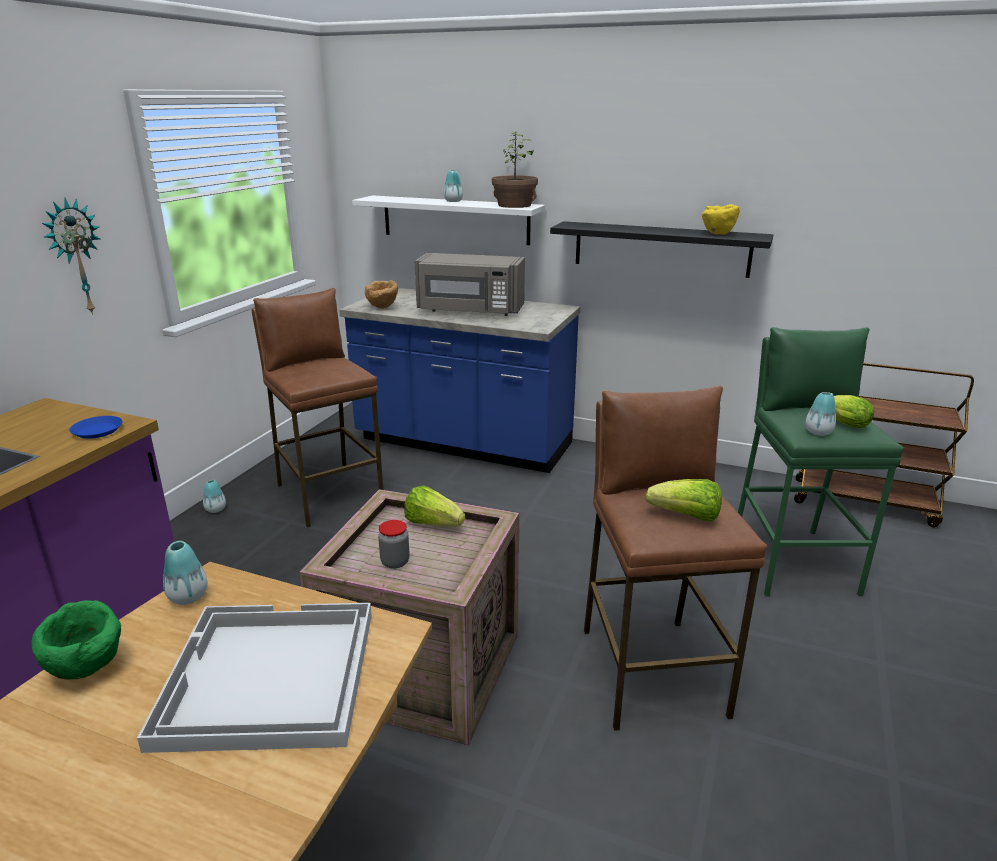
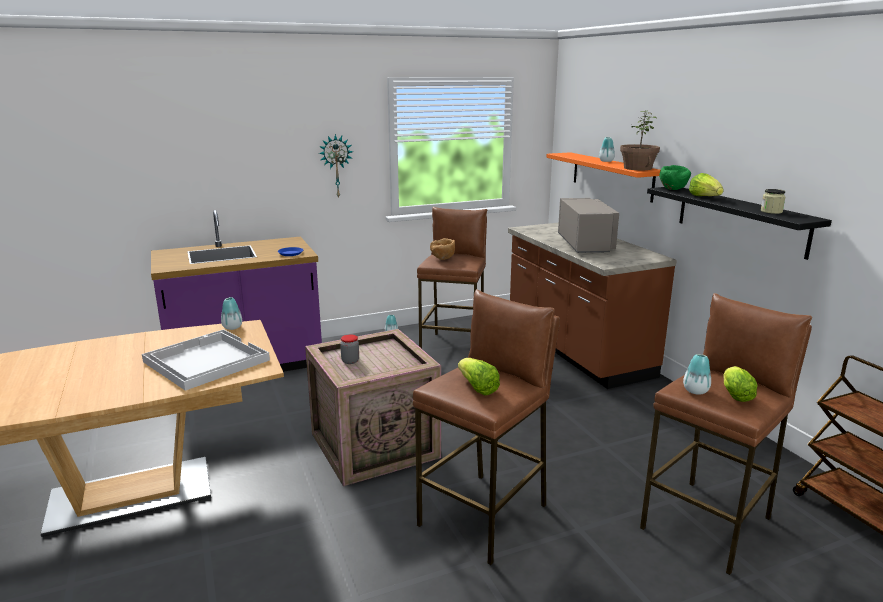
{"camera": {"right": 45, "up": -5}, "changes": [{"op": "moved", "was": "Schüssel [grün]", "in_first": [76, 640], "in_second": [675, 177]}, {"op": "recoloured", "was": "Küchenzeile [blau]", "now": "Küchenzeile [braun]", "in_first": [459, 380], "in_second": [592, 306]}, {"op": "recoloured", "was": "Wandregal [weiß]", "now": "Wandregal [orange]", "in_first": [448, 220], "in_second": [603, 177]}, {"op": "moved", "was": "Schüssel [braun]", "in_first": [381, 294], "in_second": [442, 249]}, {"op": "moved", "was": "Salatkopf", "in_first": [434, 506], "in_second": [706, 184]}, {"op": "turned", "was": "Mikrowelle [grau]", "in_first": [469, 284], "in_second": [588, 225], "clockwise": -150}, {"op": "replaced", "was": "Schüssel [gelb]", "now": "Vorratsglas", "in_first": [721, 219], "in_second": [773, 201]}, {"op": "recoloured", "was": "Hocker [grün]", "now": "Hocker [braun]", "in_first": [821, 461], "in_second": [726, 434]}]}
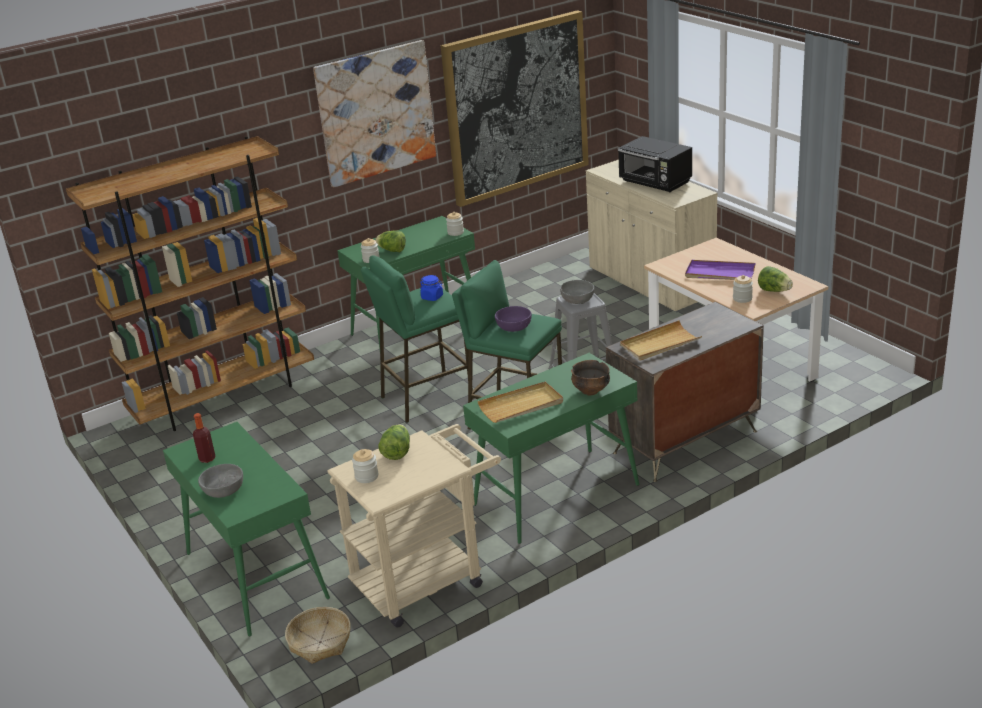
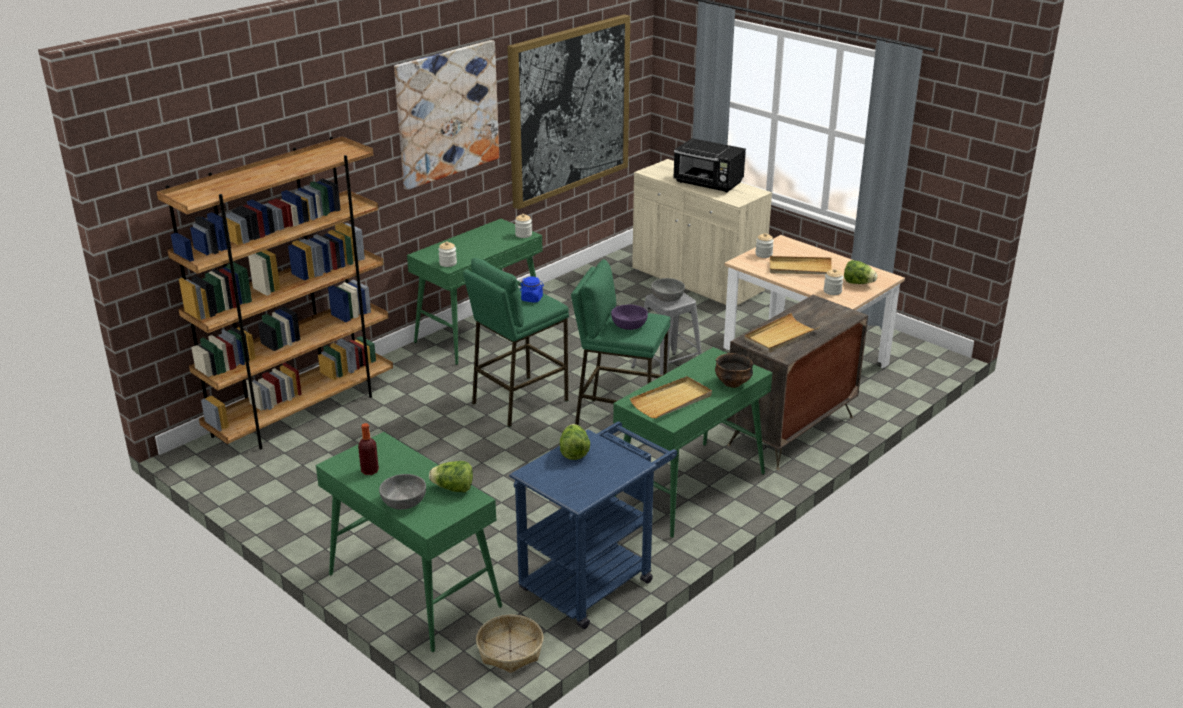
{"camera": {"right": -15, "up": 0}, "changes": [{"op": "recoloured", "was": "Rollwagen [beige]", "now": "Rollwagen [blau]", "in_first": [414, 525], "in_second": [593, 525]}, {"op": "moved", "was": "Vorratsglas", "in_first": [365, 466], "in_second": [764, 245]}, {"op": "moved", "was": "Salatkopf", "in_first": [390, 241], "in_second": [451, 476]}, {"op": "recoloured", "was": "Tablett [lila]", "now": "Tablett [beige]", "in_first": [720, 270], "in_second": [801, 265]}]}
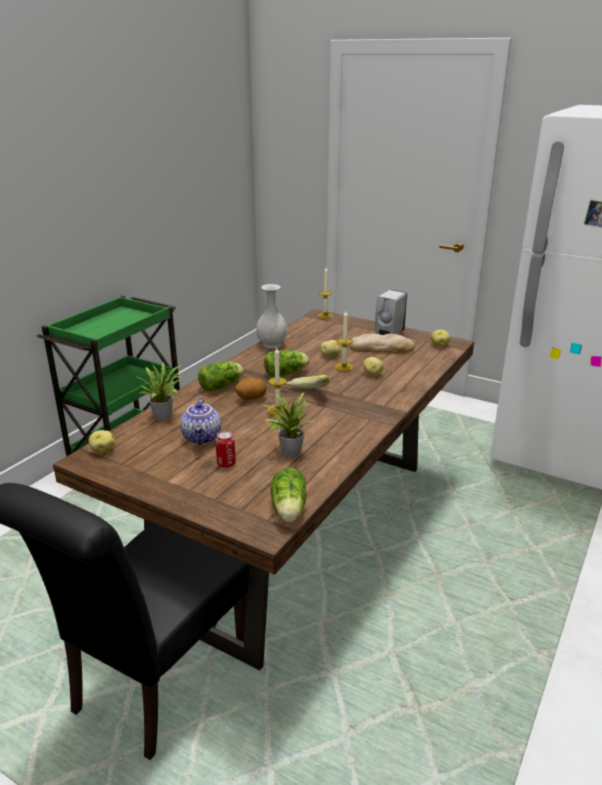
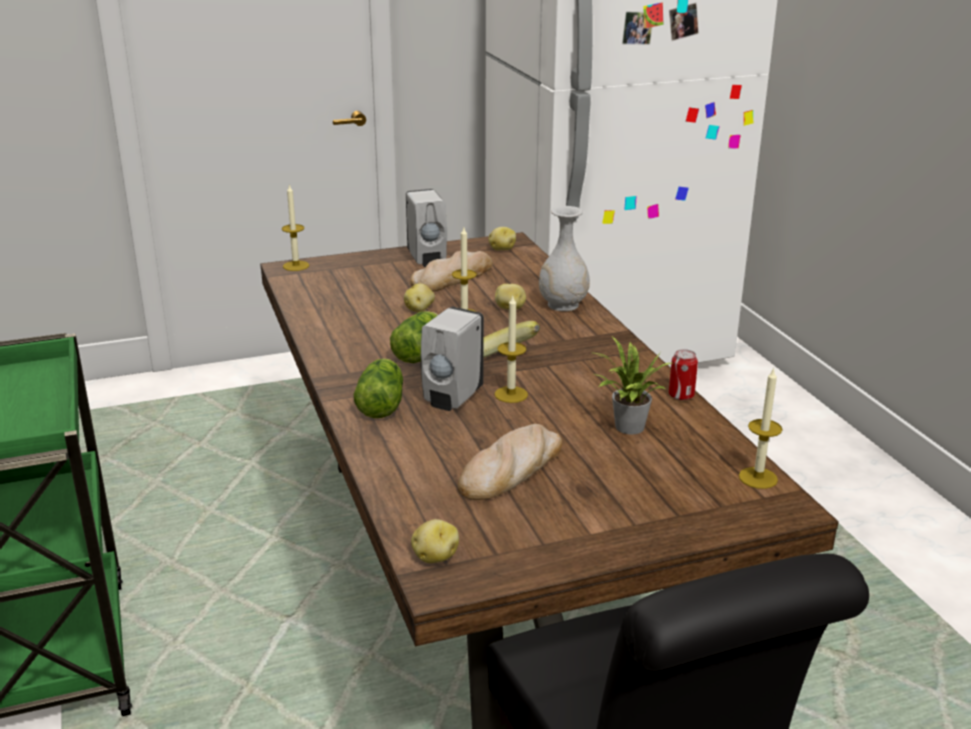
{"camera": {"right": -50, "up": 0}, "changes": [{"op": "removed", "was": "Topfpflanze", "in_first": [158, 391]}, {"op": "replaced", "was": "Teekanne", "now": "Brot", "in_first": [200, 421], "in_second": [510, 462]}, {"op": "moved", "was": "Dose", "in_first": [226, 449], "in_second": [683, 374]}, {"op": "replaced", "was": "Kartoffel", "now": "Seifenspender [weiß]", "in_first": [251, 388], "in_second": [452, 359]}, {"op": "moved", "was": "Vase [weiß]", "in_first": [271, 316], "in_second": [564, 258]}, {"op": "replaced", "was": "Salatkopf", "now": "Kerze", "in_first": [288, 495], "in_second": [761, 428]}]}
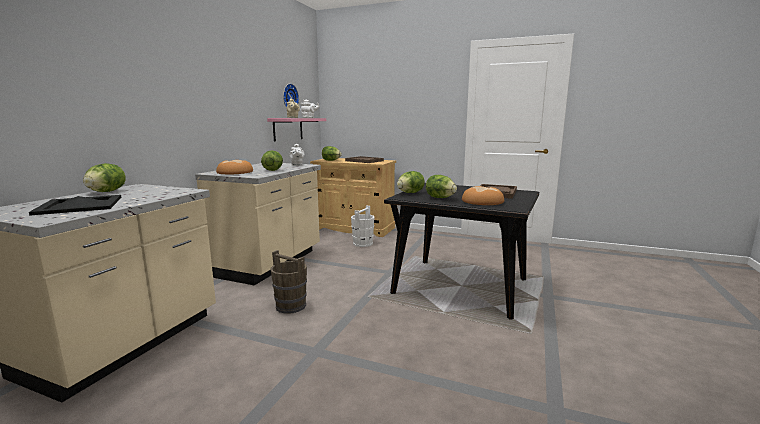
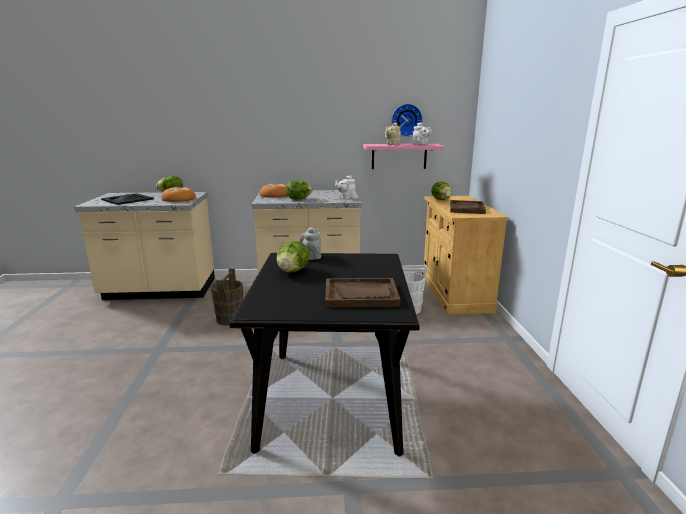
{"camera": {"right": 65, "up": 5}, "changes": [{"op": "replaced", "was": "Salatkopf", "now": "Teekanne [grau]", "in_first": [411, 182], "in_second": [310, 243]}, {"op": "moved", "was": "Brot", "in_first": [483, 195], "in_second": [178, 194]}]}
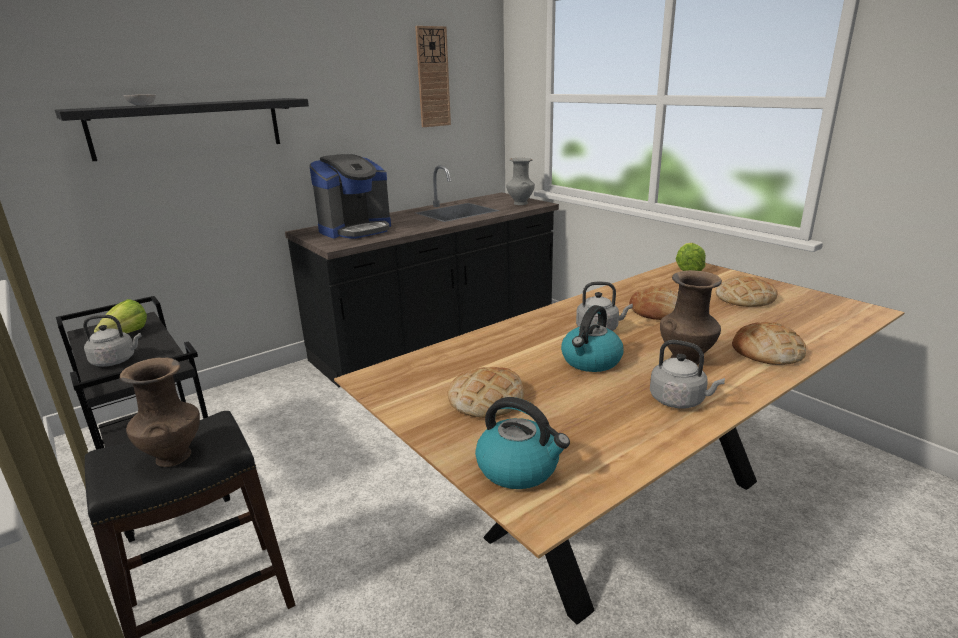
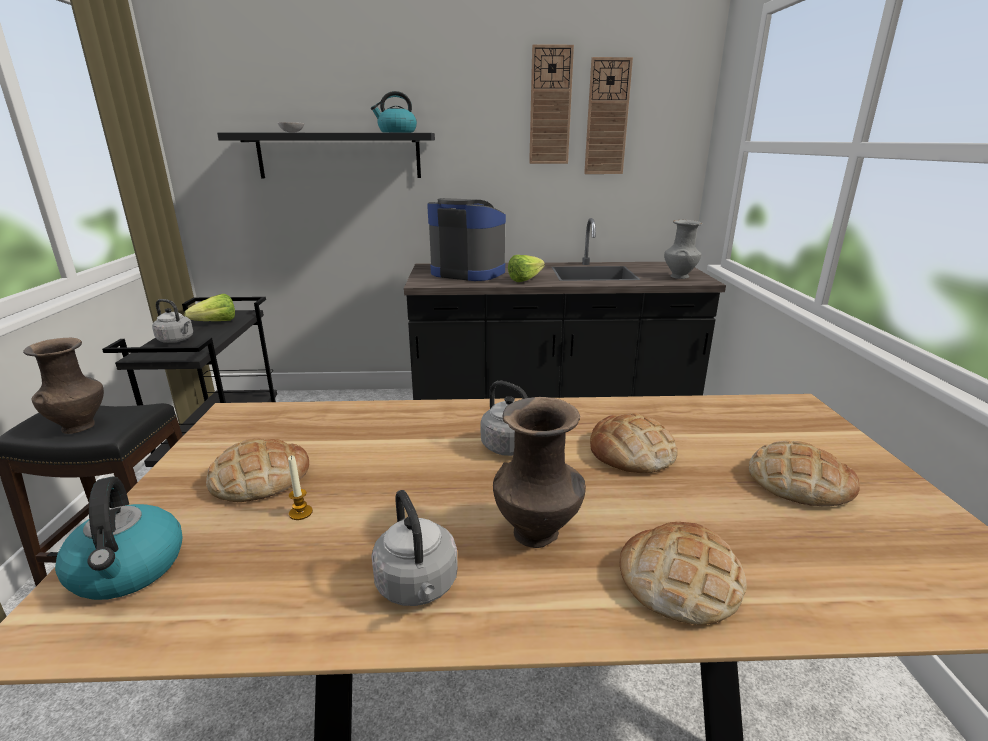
{"camera": {"right": 35, "up": 0}, "changes": [{"op": "turned", "was": "Kaffeemaschine", "in_first": [350, 196], "in_second": [466, 239], "clockwise": -150}, {"op": "moved", "was": "Wasserkessel", "in_first": [592, 338], "in_second": [394, 112]}, {"op": "moved", "was": "Salatkopf", "in_first": [691, 257], "in_second": [526, 268]}, {"op": "added", "now": "Kerze", "in_second": [300, 488]}, {"op": "added", "now": "Wanduhr", "in_second": [551, 104]}]}
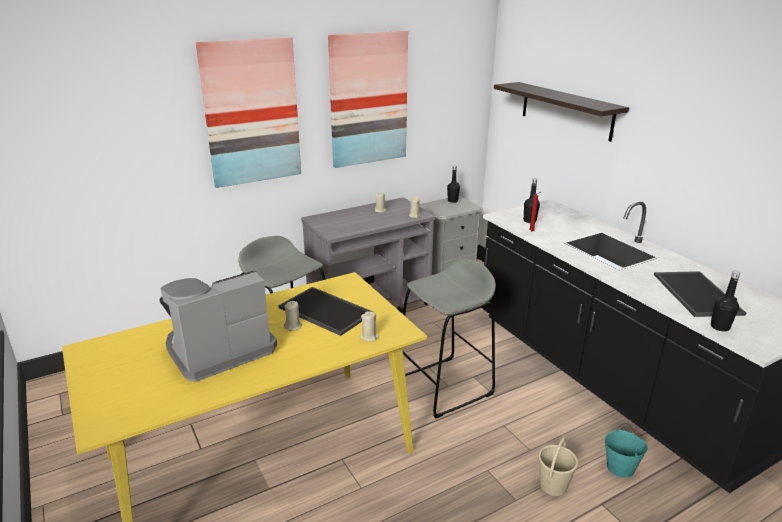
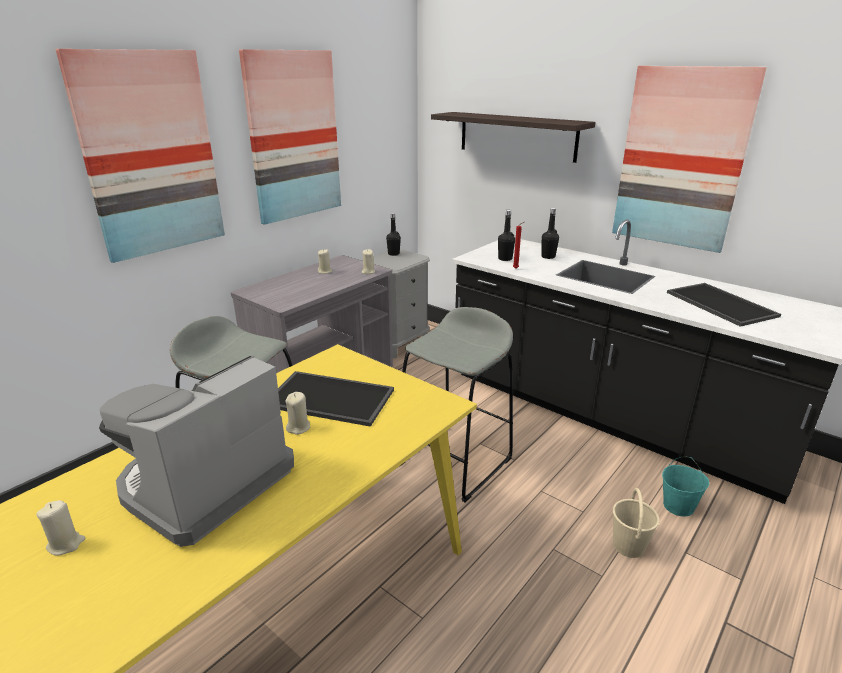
{"camera": {"right": -20, "up": 0}, "changes": [{"op": "moved", "was": "Kerze [beige]", "in_first": [369, 326], "in_second": [60, 528]}, {"op": "moved", "was": "Flasche [schwarz]", "in_first": [725, 301], "in_second": [550, 233]}, {"op": "added", "now": "Bild", "in_second": [689, 159]}]}
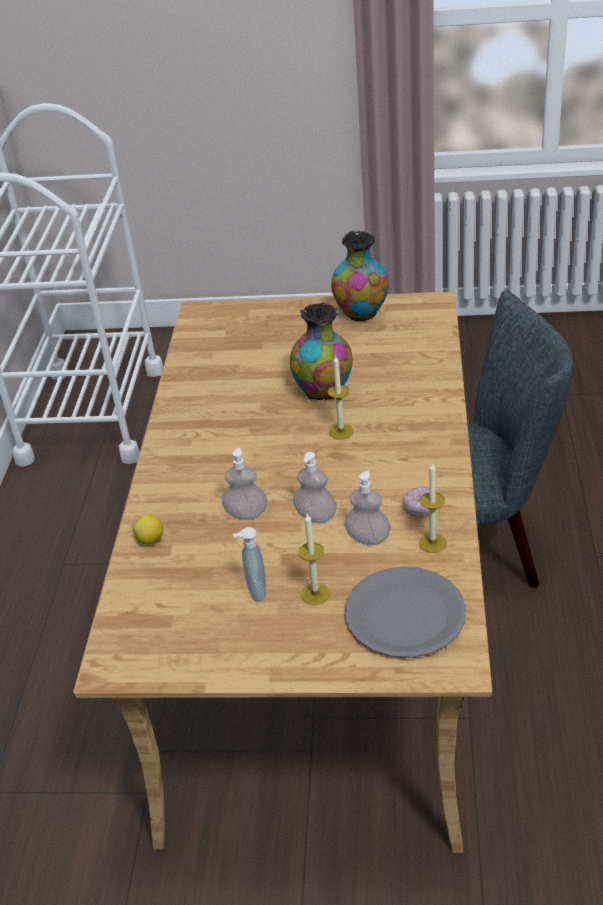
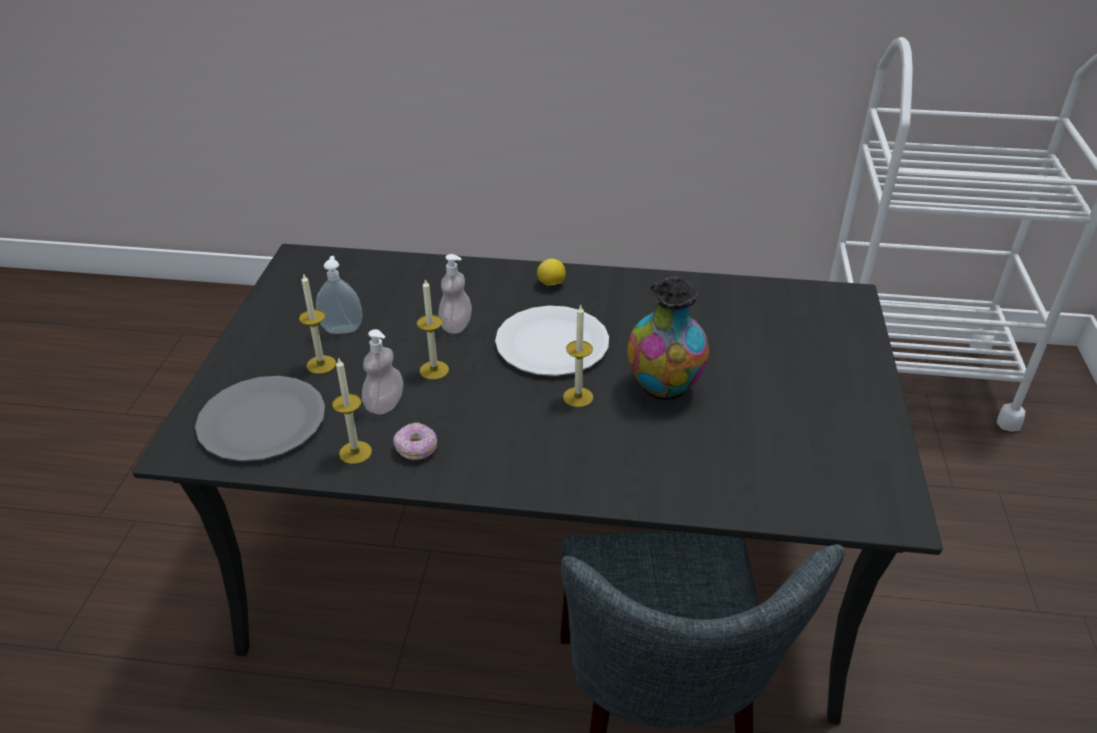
{"camera": {"right": 90, "up": 0}, "changes": [{"op": "recoloured", "was": "Esstisch [beige]", "now": "Esstisch [schwarz]", "in_first": [282, 572], "in_second": [537, 484]}, {"op": "moved", "was": "Zitrone", "in_first": [148, 529], "in_second": [551, 272]}, {"op": "replaced", "was": "Seifenspender", "now": "Kerze", "in_first": [315, 487], "in_second": [433, 329]}, {"op": "removed", "was": "Vase", "in_first": [359, 275]}, {"op": "added", "now": "Teller [weiß]", "in_second": [552, 341]}]}
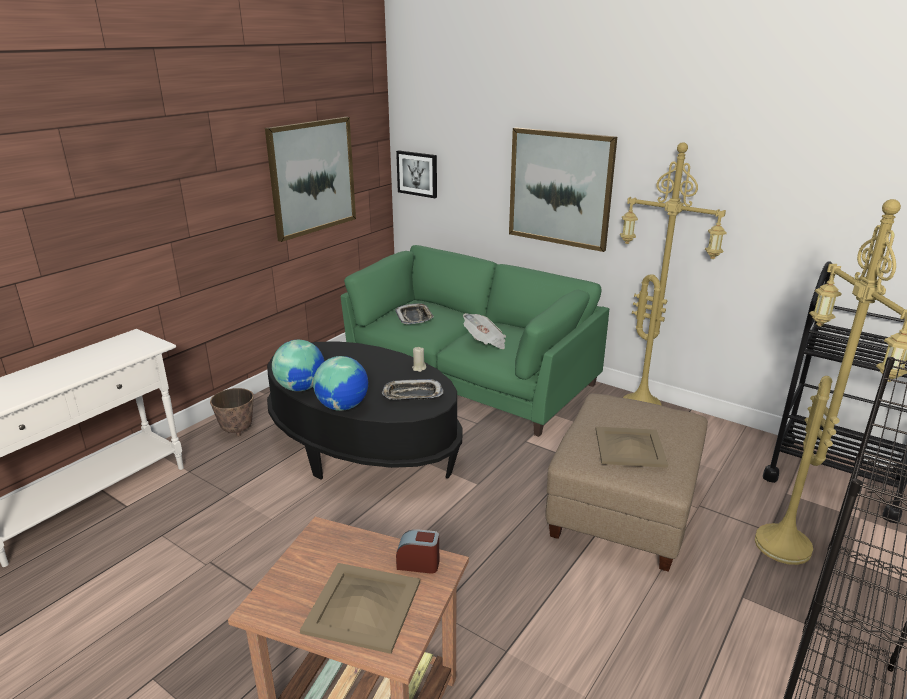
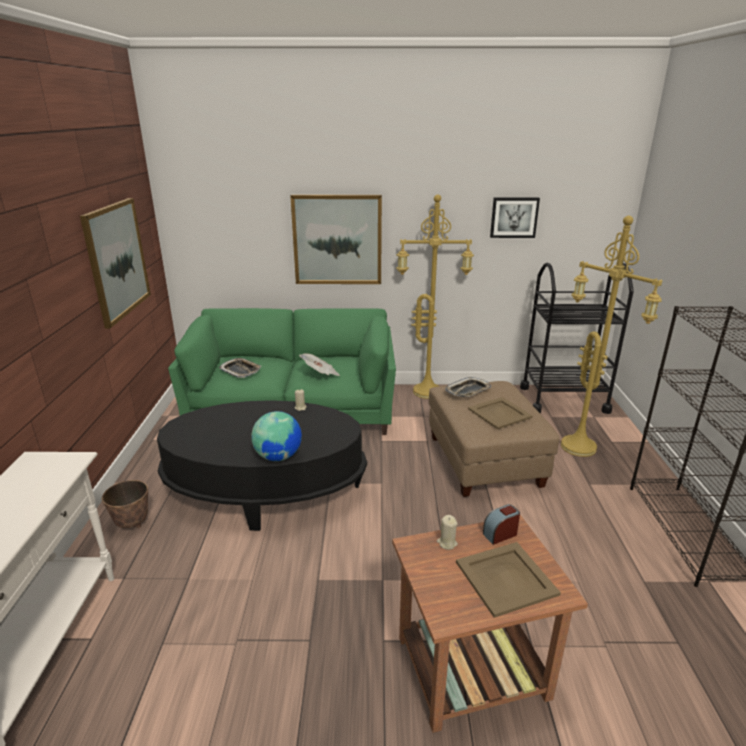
{"camera": {"right": -35, "up": 0}, "changes": [{"op": "removed", "was": "Globus", "in_first": [298, 365]}, {"op": "moved", "was": "Tablett", "in_first": [412, 389], "in_second": [468, 387]}, {"op": "moved", "was": "Bild", "in_first": [416, 174], "in_second": [515, 218]}, {"op": "added", "now": "Kerze [beige]", "in_second": [447, 532]}]}
